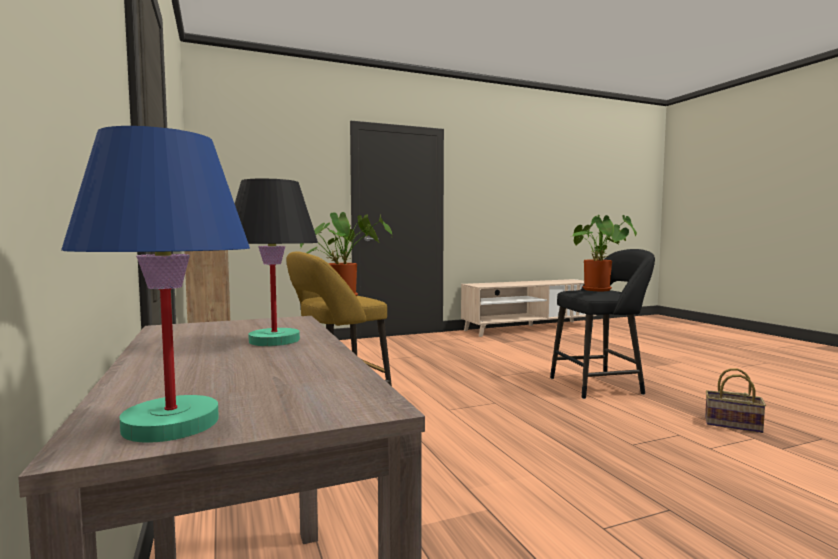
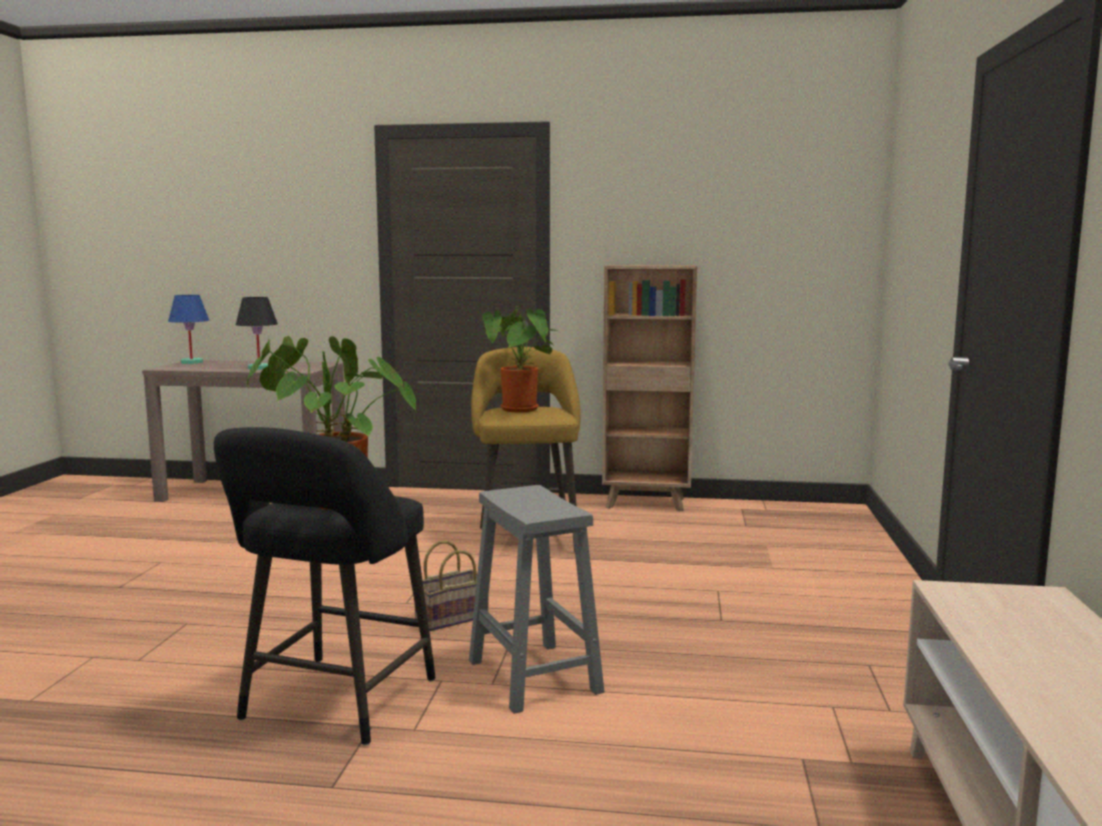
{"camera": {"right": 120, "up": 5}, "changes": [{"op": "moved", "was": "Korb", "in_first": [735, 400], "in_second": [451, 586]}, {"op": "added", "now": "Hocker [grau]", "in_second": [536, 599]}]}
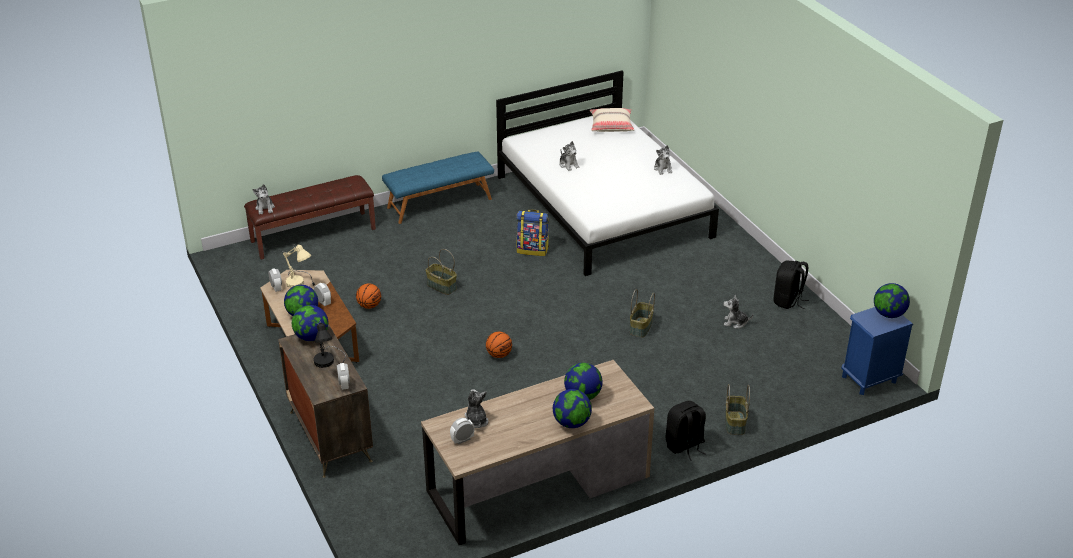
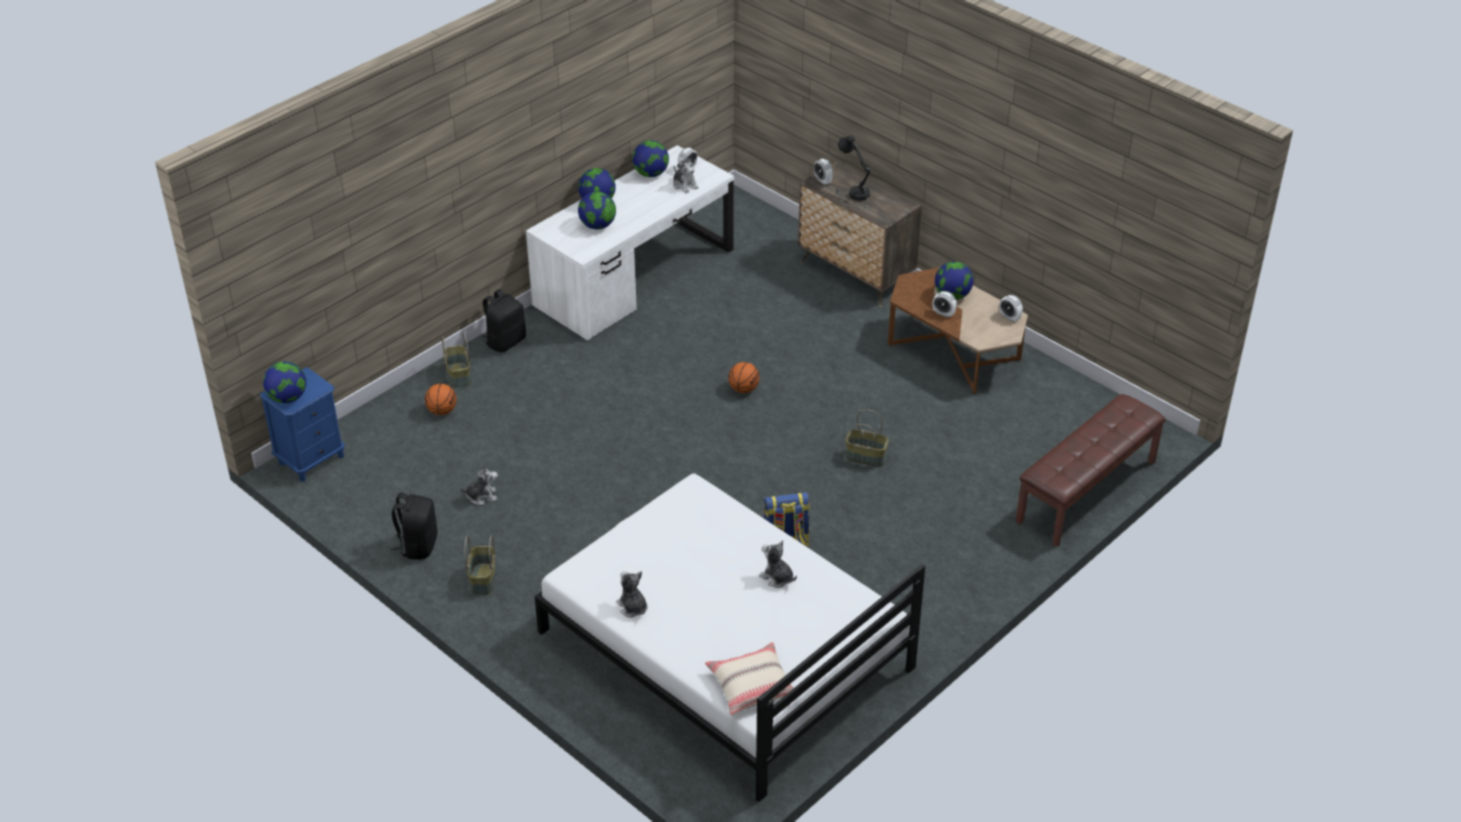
{"camera": {"right": 160, "up": 5}, "changes": [{"op": "removed", "was": "Plüschtier", "in_first": [263, 199]}, {"op": "removed", "was": "Tischlampe [beige]", "in_first": [299, 266]}, {"op": "moved", "was": "Globus", "in_first": [310, 323], "in_second": [650, 158]}, {"op": "moved", "was": "Basketball", "in_first": [368, 296], "in_second": [441, 399]}, {"op": "removed", "was": "Bank [blau]", "in_first": [438, 187]}, {"op": "recoloured", "was": "Schreibtisch [braun]", "now": "Schreibtisch [weiß]", "in_first": [537, 452], "in_second": [630, 243]}, {"op": "moved", "was": "Korb", "in_first": [642, 313], "in_second": [480, 565]}]}
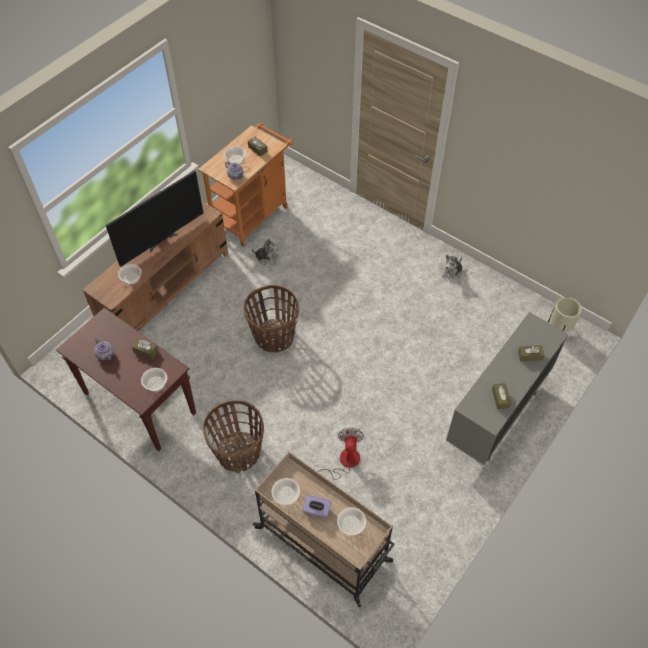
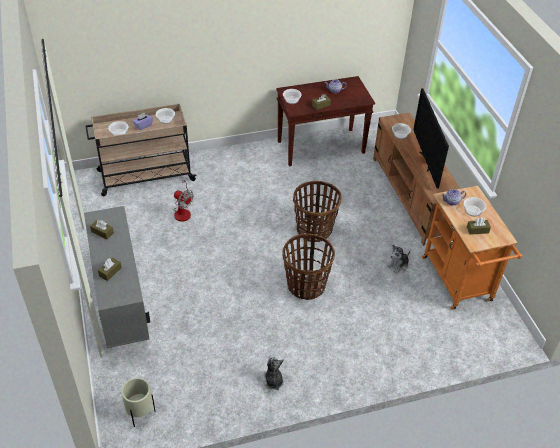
{"camera": {"right": 125, "up": -10}, "changes": [{"op": "moved", "was": "Korb", "in_first": [233, 436], "in_second": [308, 267]}]}
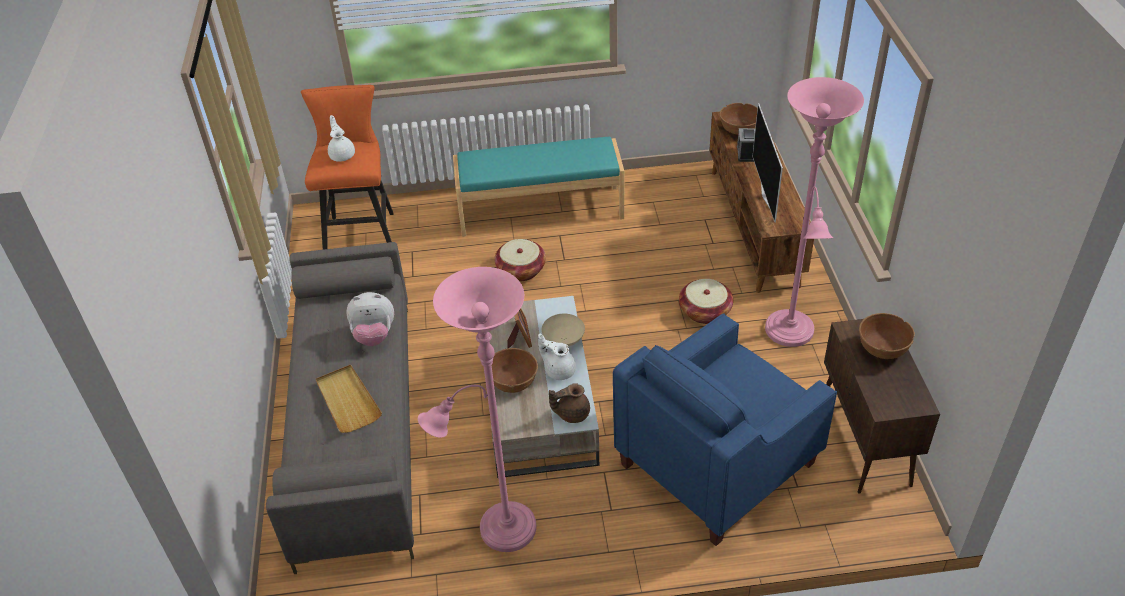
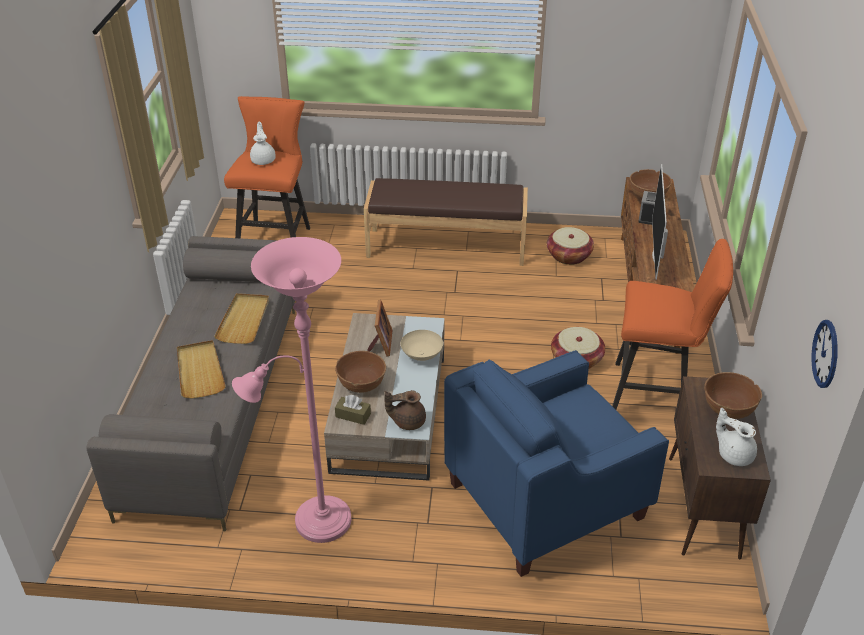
{"camera": {"right": 10, "up": -5}, "changes": [{"op": "replaced", "was": "Plüschtier", "now": "Tablett [beige]", "in_first": [370, 319], "in_second": [241, 318]}, {"op": "recoloured", "was": "Bank [türkis]", "now": "Bank [braun]", "in_first": [538, 187], "in_second": [446, 222]}, {"op": "moved", "was": "Korb", "in_first": [520, 260], "in_second": [570, 246]}, {"op": "moved", "was": "Teekanne [weiß]", "in_first": [557, 356], "in_second": [736, 437]}, {"op": "replaced", "was": "Stehlampe [rosa]", "now": "Hocker [orange]", "in_first": [814, 212], "in_second": [672, 324]}, {"op": "added", "now": "Taschentuchbox [braun]", "in_second": [353, 410]}, {"op": "added", "now": "Wanduhr", "in_second": [824, 354]}]}
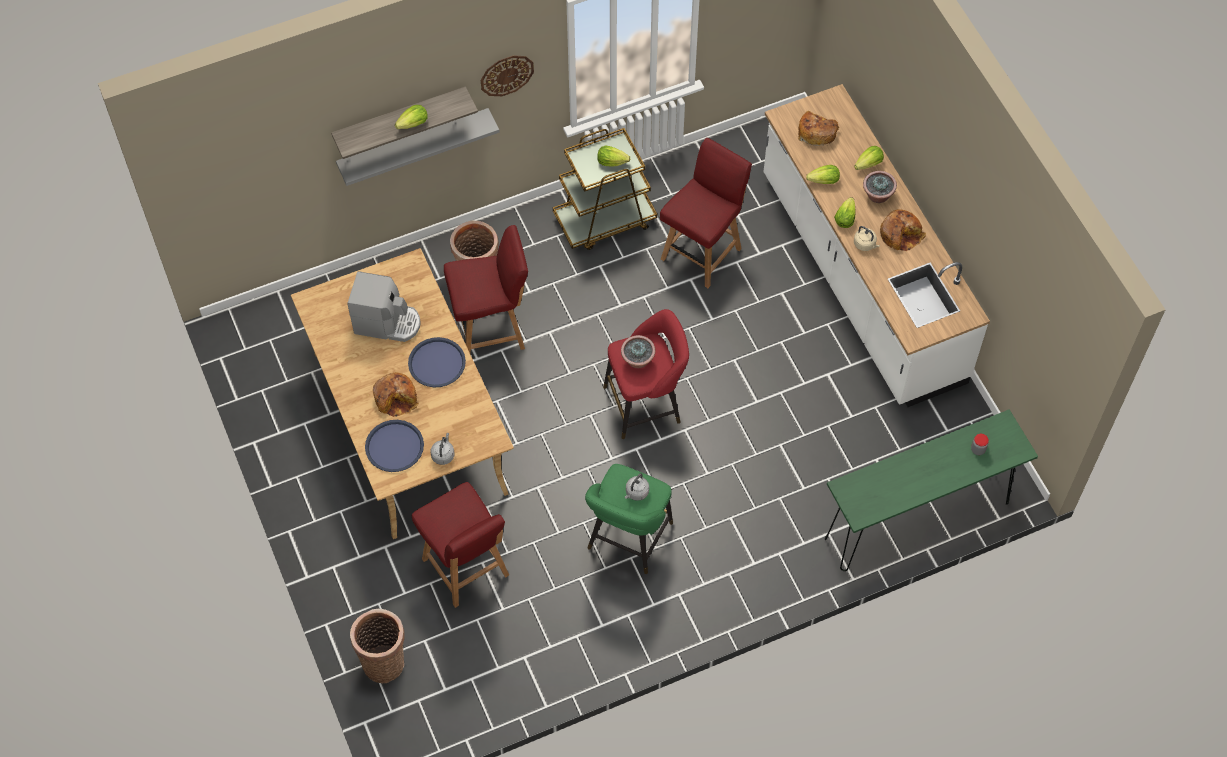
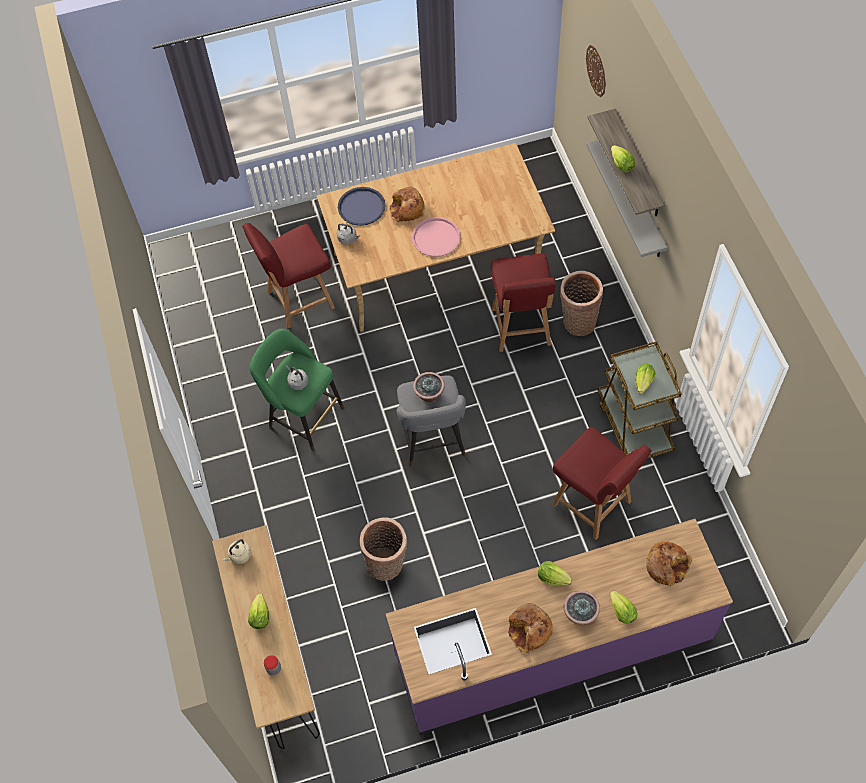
{"camera": {"right": 100, "up": 0}, "changes": [{"op": "removed", "was": "Kaffeemaschine", "in_first": [383, 306]}, {"op": "moved", "was": "Korb", "in_first": [377, 646], "in_second": [383, 549]}, {"op": "recoloured", "was": "Tablett [blau]", "now": "Tablett [rosa]", "in_first": [437, 362], "in_second": [436, 237]}, {"op": "moved", "was": "Wanduhr", "in_first": [507, 75], "in_second": [596, 71]}, {"op": "recoloured", "was": "Hocker [rot]", "now": "Hocker [grau]", "in_first": [646, 374], "in_second": [431, 421]}, {"op": "recoloured", "was": "Küchenzeile [weiß]", "now": "Küchenzeile [lila]", "in_first": [877, 245], "in_second": [559, 627]}, {"op": "moved", "was": "Salatkopf", "in_first": [823, 174], "in_second": [259, 611]}, {"op": "recoloured", "was": "Konsolentisch [grün]", "now": "Konsolentisch [braun]", "in_first": [931, 490], "in_second": [265, 637]}, {"op": "moved", "was": "Wasserkessel [beige]", "in_first": [867, 238], "in_second": [237, 551]}]}
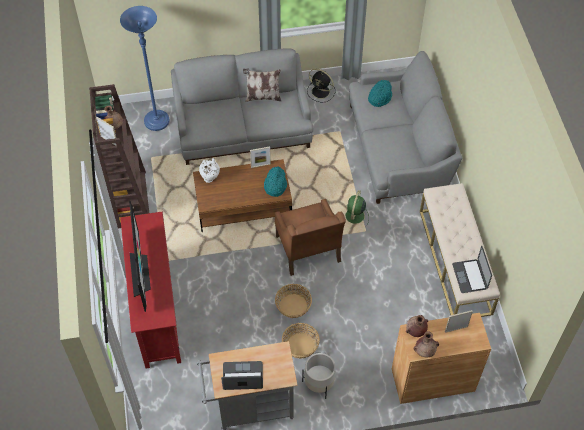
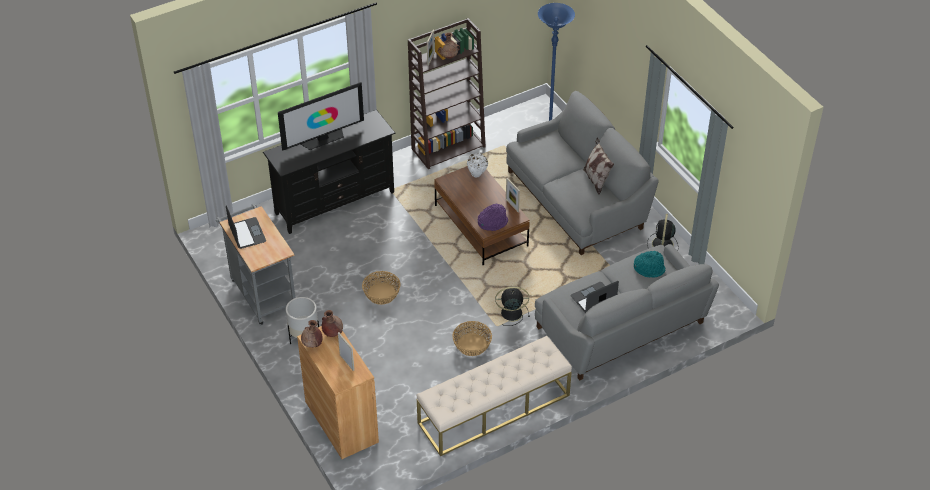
{"camera": {"right": 70, "up": -10}, "changes": [{"op": "recoloured", "was": "Fernsehschrank [rot]", "now": "Fernsehschrank [schwarz]", "in_first": [150, 290], "in_second": [329, 172]}, {"op": "recoloured", "was": "Hut [türkis]", "now": "Hut [lila]", "in_first": [275, 181], "in_second": [493, 217]}, {"op": "removed", "was": "Sessel [braun]", "in_first": [310, 237]}, {"op": "moved", "was": "Korb", "in_first": [301, 341], "in_second": [472, 338]}, {"op": "recoloured", "was": "Ventilator [grün]", "now": "Ventilator [schwarz]", "in_first": [357, 208], "in_second": [512, 306]}, {"op": "moved", "was": "Laptop", "in_first": [472, 269], "in_second": [594, 297]}]}
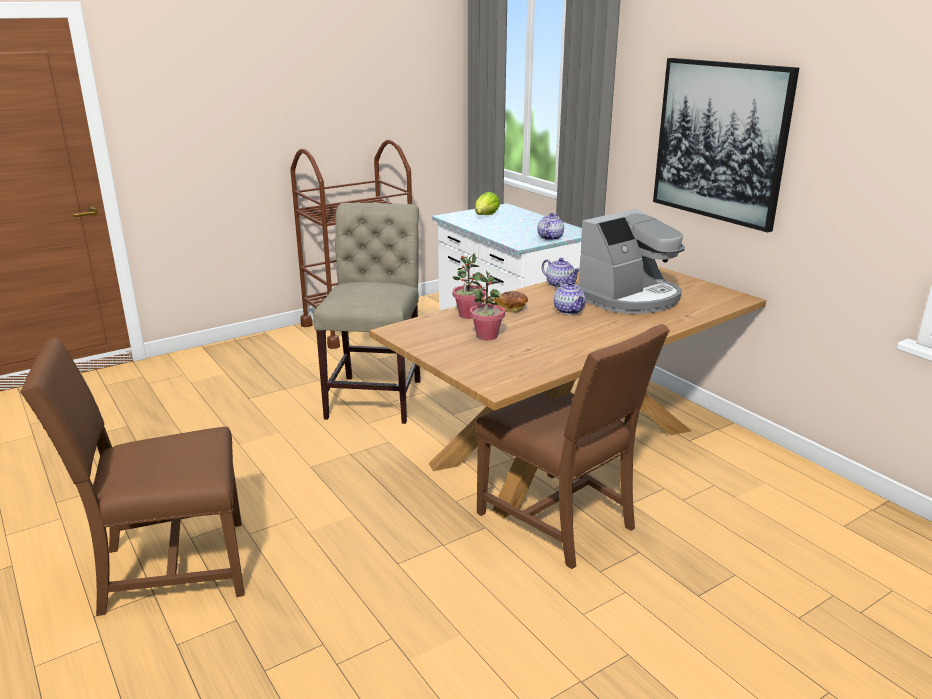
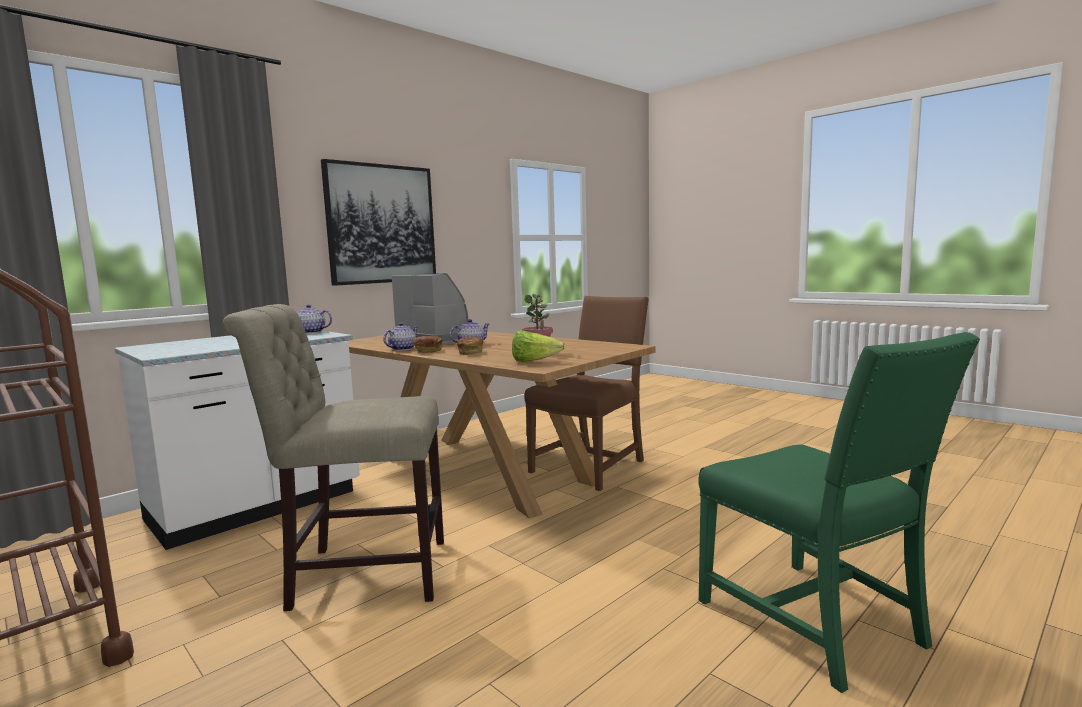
{"camera": {"right": -100, "up": -15}, "changes": [{"op": "recoloured", "was": "Stuhl [braun]", "now": "Stuhl [grün]", "in_first": [132, 476], "in_second": [839, 512]}, {"op": "removed", "was": "Topfpflanze", "in_first": [469, 286]}, {"op": "moved", "was": "Salatkopf", "in_first": [487, 203], "in_second": [538, 346]}, {"op": "added", "now": "Brot", "in_second": [427, 344]}]}
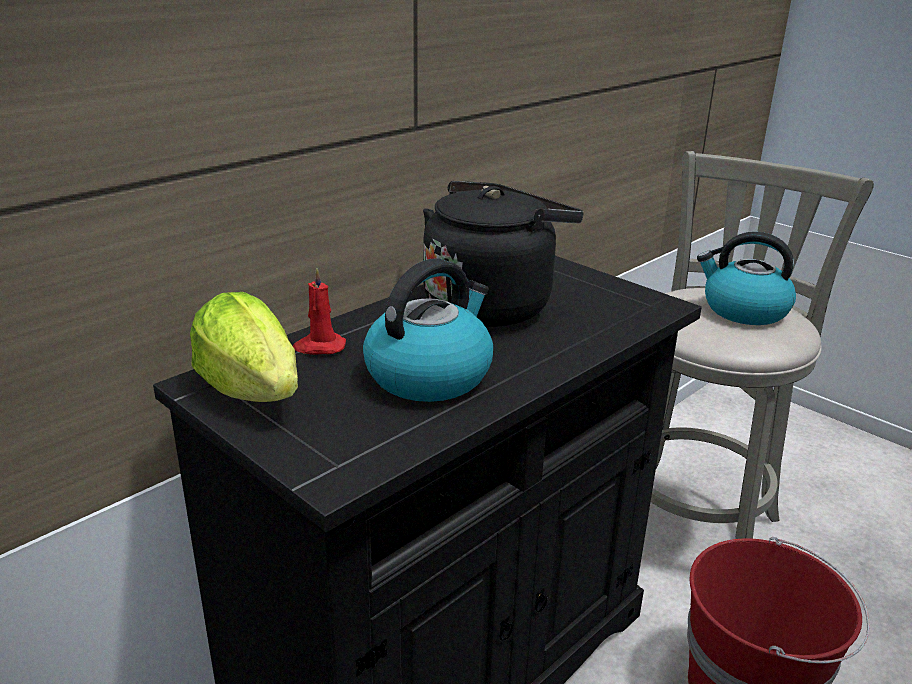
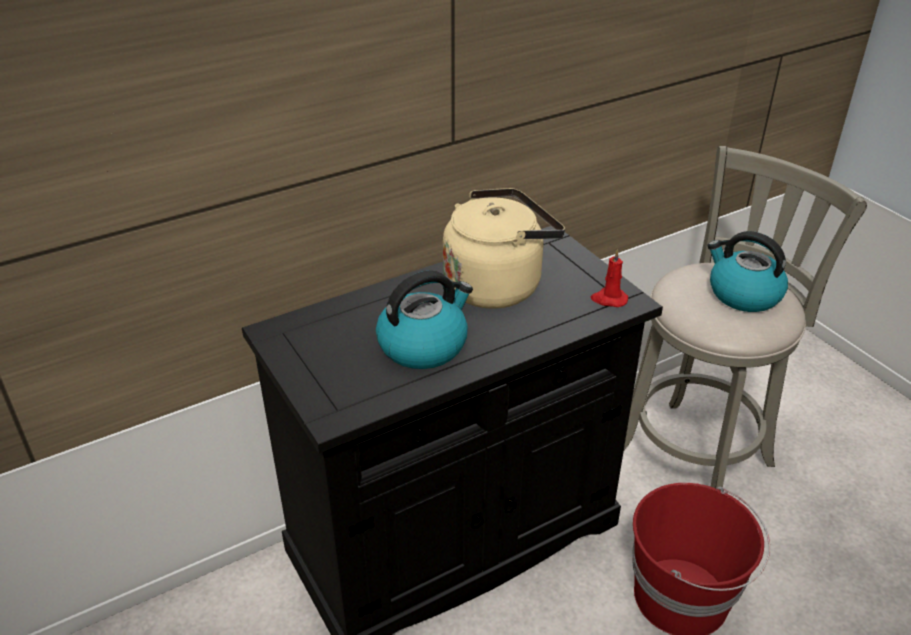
{"camera": {"right": 15, "up": 10}, "changes": [{"op": "removed", "was": "Salatkopf", "in_first": [244, 347]}, {"op": "moved", "was": "Kerze [rot]", "in_first": [319, 311], "in_second": [609, 278]}, {"op": "recoloured", "was": "Wasserkessel [schwarz]", "now": "Wasserkessel [beige]", "in_first": [503, 254], "in_second": [504, 248]}]}
